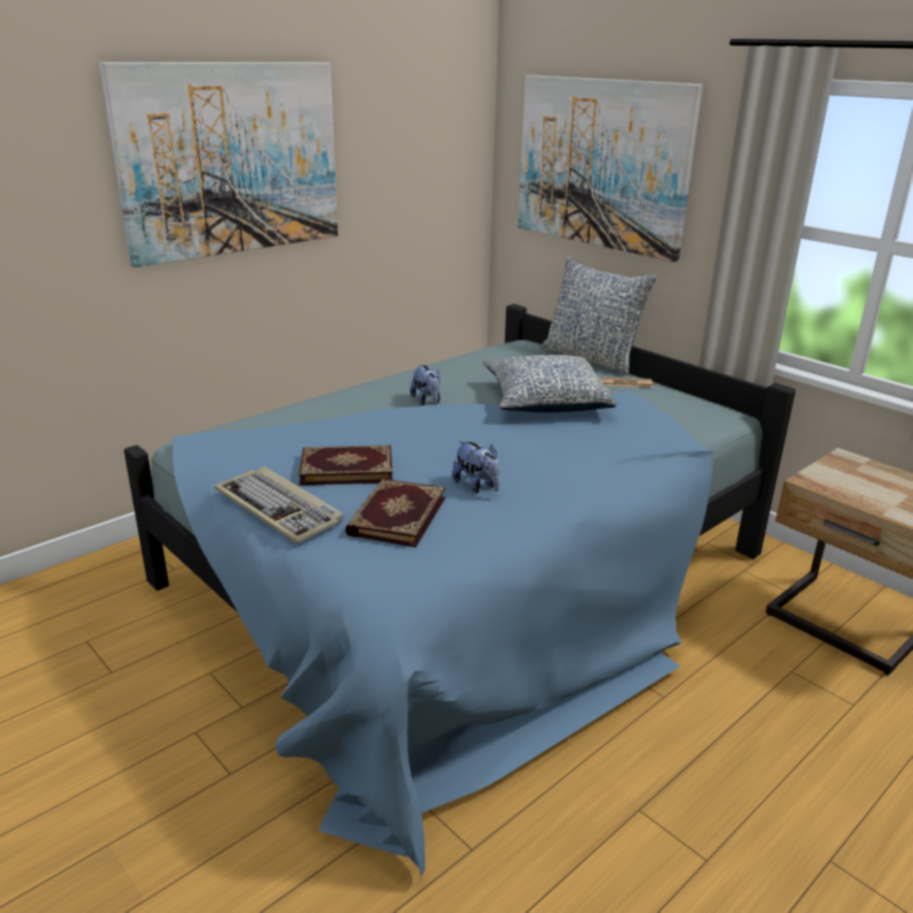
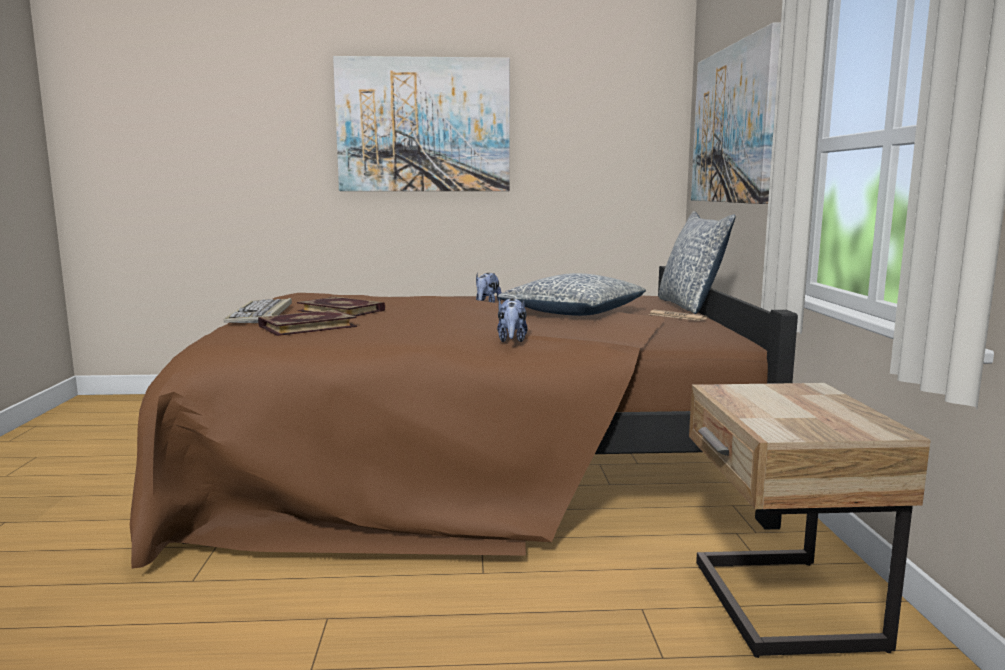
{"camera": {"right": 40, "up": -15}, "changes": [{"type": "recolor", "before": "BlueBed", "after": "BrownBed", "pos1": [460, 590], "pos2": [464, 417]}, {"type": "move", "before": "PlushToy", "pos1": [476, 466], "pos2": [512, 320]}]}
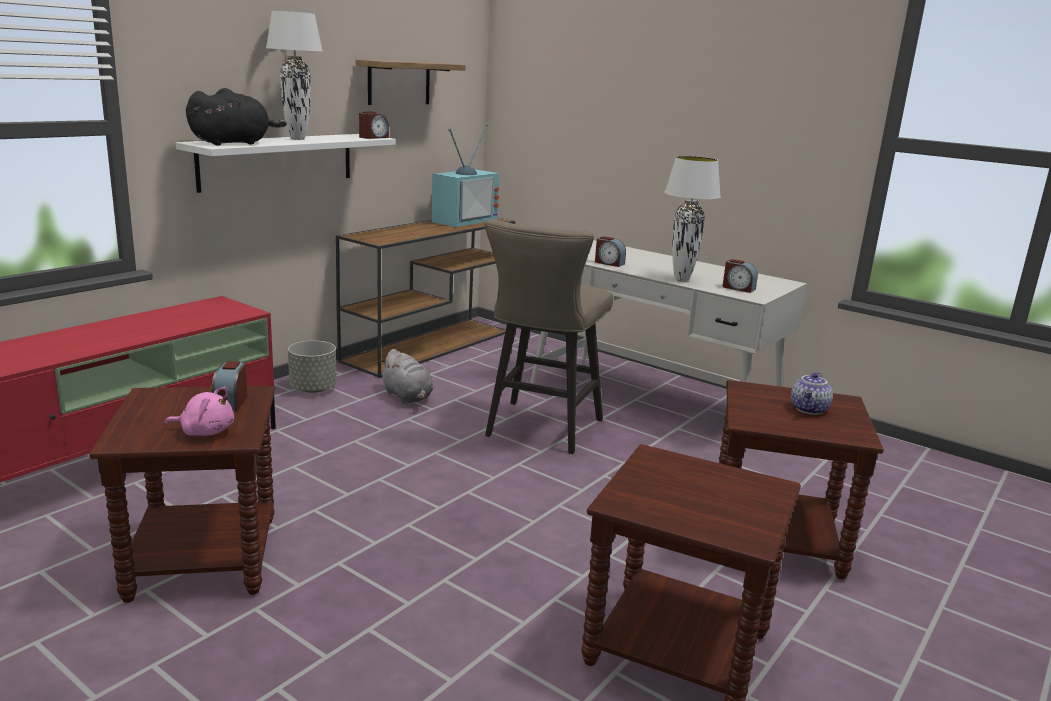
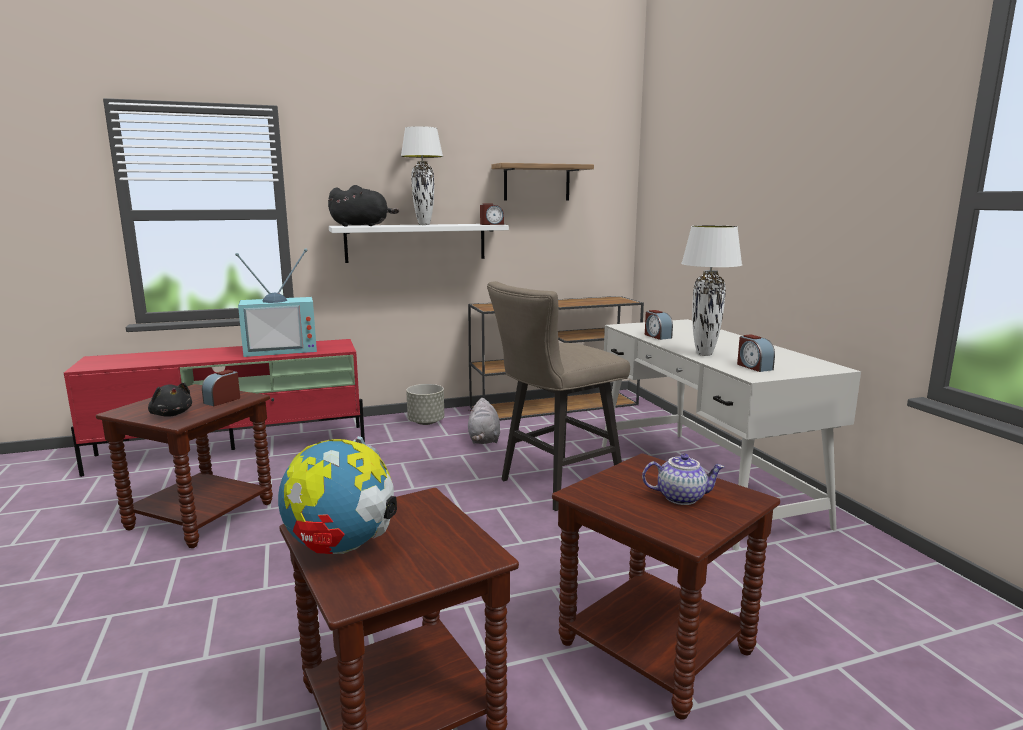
{"camera": {"right": 35, "up": -5}, "changes": [{"type": "recolor", "before": "PinkPlushToy", "after": "BlackPlushToy", "pos1": [199, 411], "pos2": [170, 400]}, {"type": "move", "before": "Television", "pos1": [466, 175], "pos2": [276, 302]}, {"type": "insert", "after": "Globe", "pos2": [337, 495]}, {"type": "rotate", "before": "Teapot", "pos1": [812, 393], "pos2": [683, 479], "turn": -150}]}
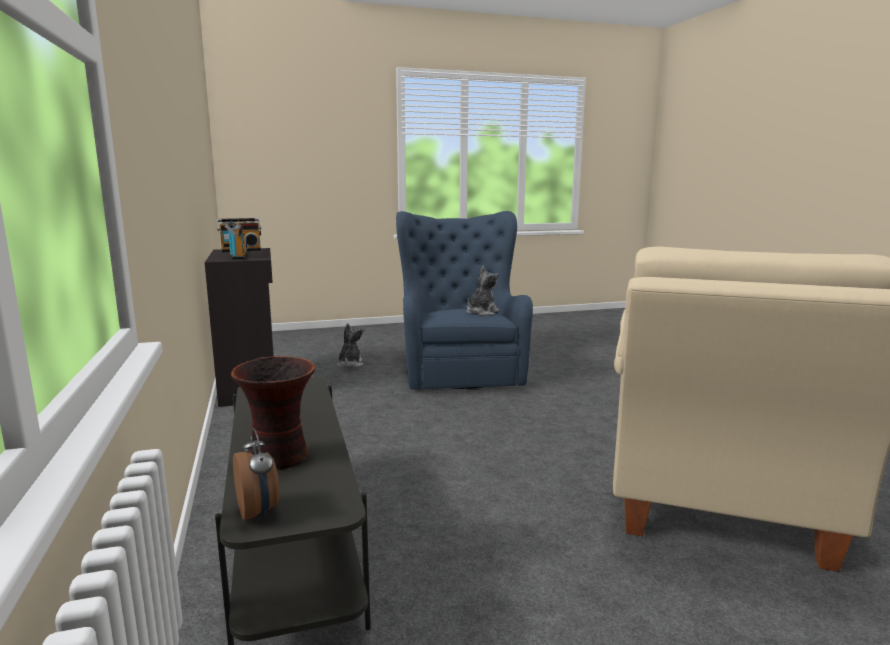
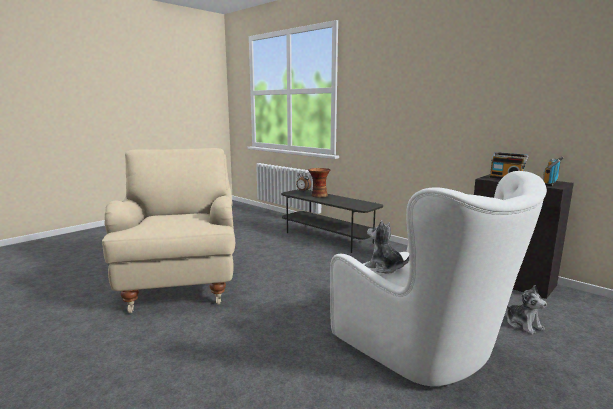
{"camera": {"right": 150, "up": 0}, "changes": [{"type": "recolor", "before": "BlueArmchair", "after": "WhiteArmchair", "pos1": [464, 300], "pos2": [438, 278]}, {"type": "rotate", "before": "PlushToy", "pos1": [483, 291], "pos2": [387, 246], "turn": 120}]}
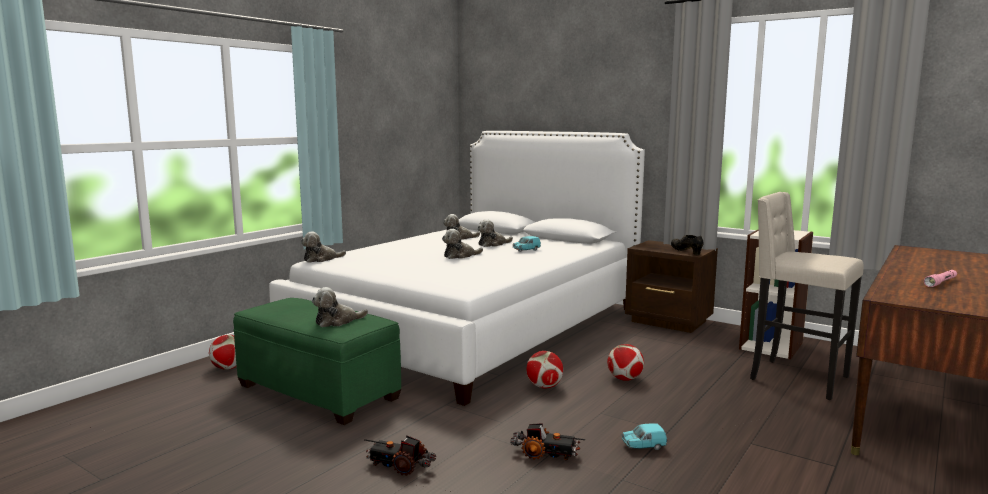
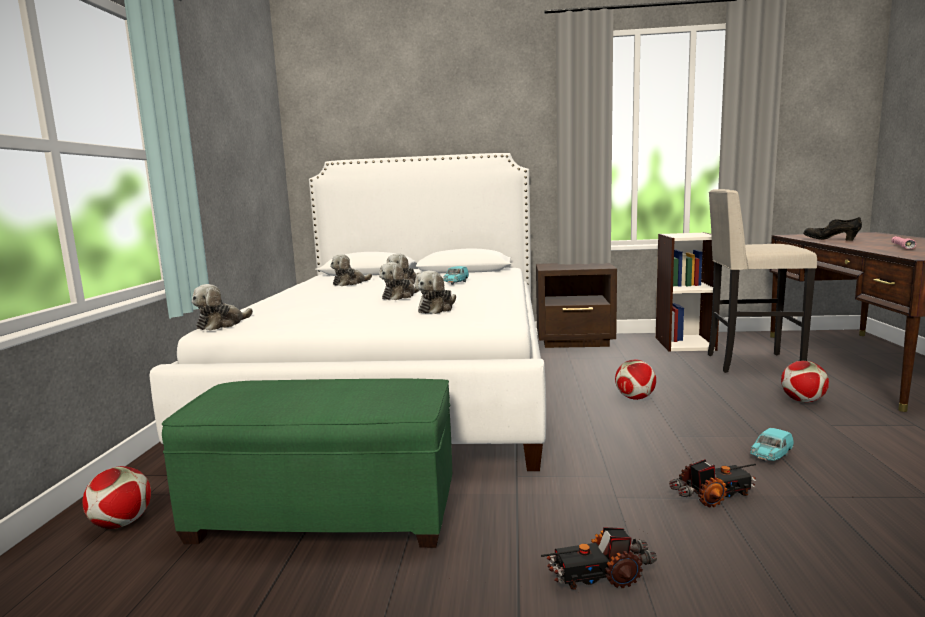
{"camera": {"right": -30, "up": 0}, "changes": [{"type": "move", "before": "PlushToy", "pos1": [340, 307], "pos2": [435, 292]}, {"type": "move", "before": "Football", "pos1": [544, 370], "pos2": [805, 381]}, {"type": "move", "before": "BlackShoe", "pos1": [687, 245], "pos2": [832, 229]}]}
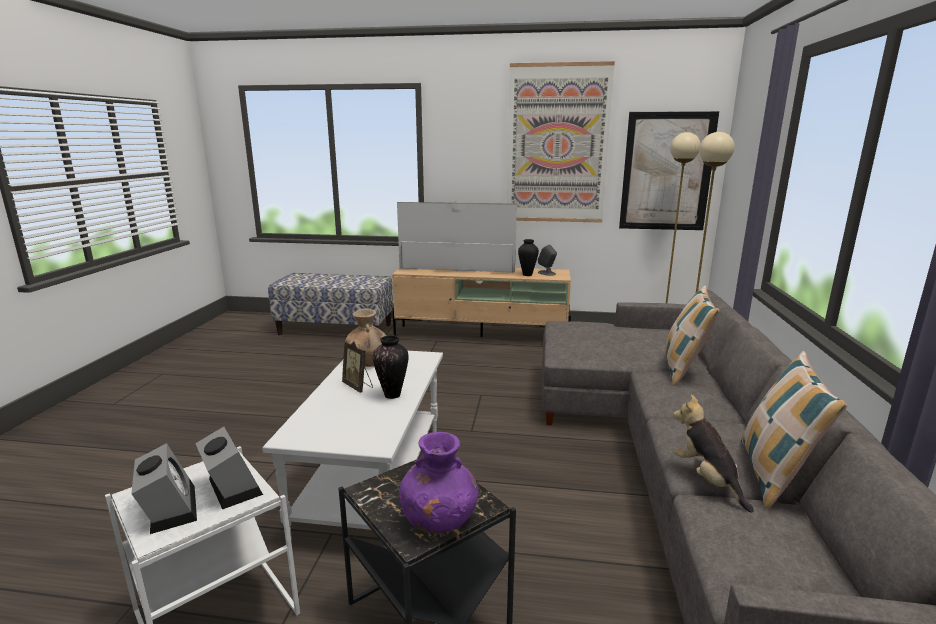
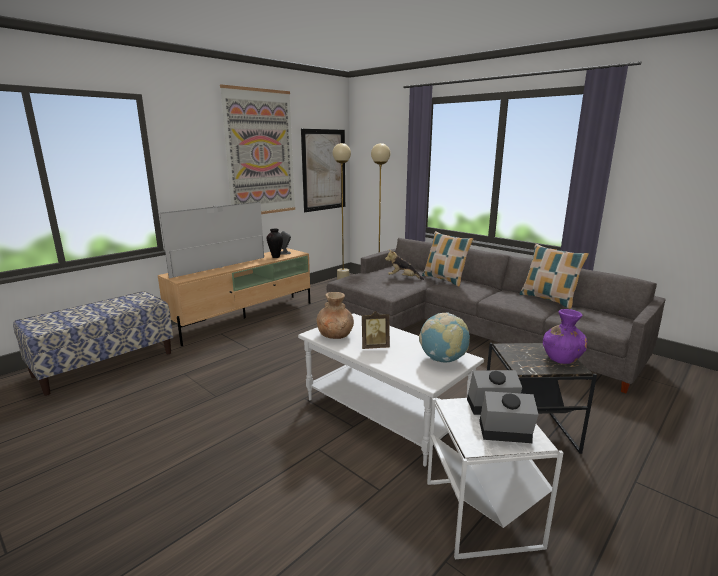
{"camera": {"right": -55, "up": 0}, "changes": [{"type": "move", "before": "PlushToy", "pos1": [713, 453], "pos2": [404, 265]}, {"type": "insert", "after": "Globe", "pos2": [444, 338]}, {"type": "delete", "before": "Vase", "pos1": [391, 367]}]}
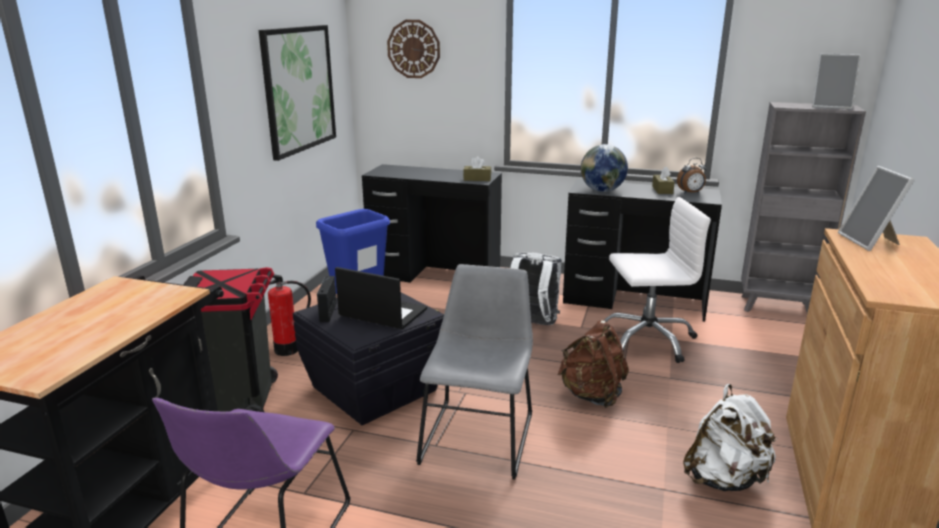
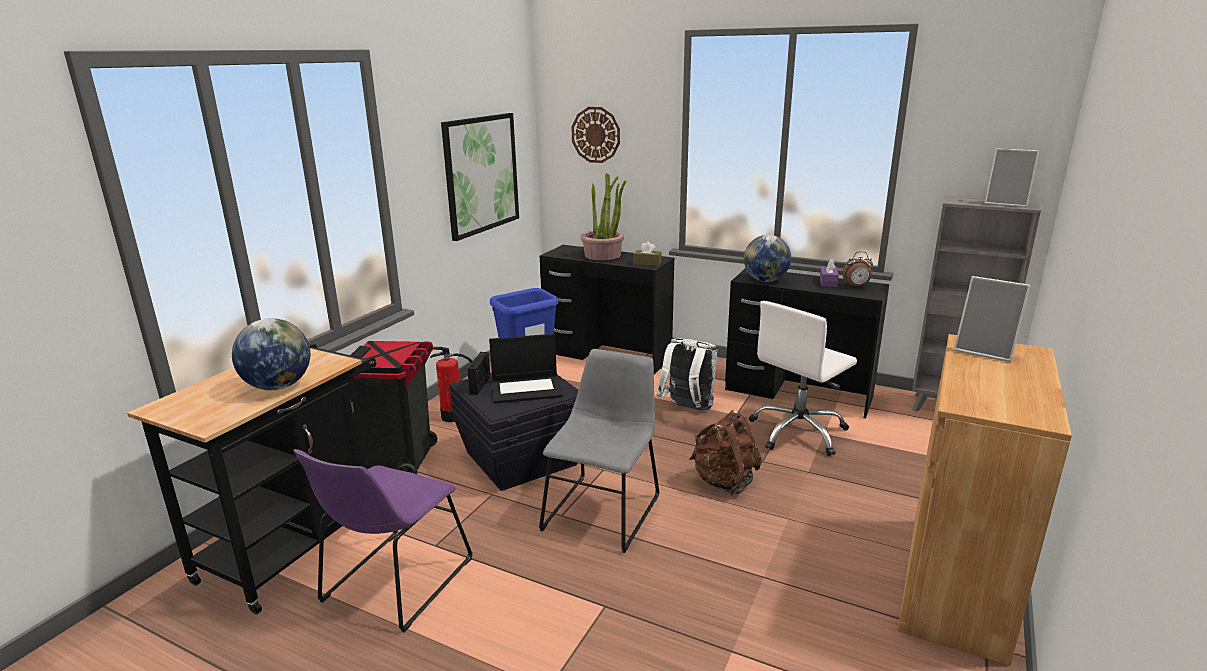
{"camera": {"right": 10, "up": 0}, "changes": [{"type": "insert", "after": "Globe", "pos2": [271, 354]}, {"type": "rotate", "before": "Laptop", "pos1": [381, 298], "pos2": [526, 369], "turn": 135}, {"type": "insert", "after": "PottedPlant", "pos2": [603, 216]}, {"type": "rotate", "before": "WhiteOfficeChair", "pos1": [657, 280], "pos2": [803, 378], "turn": 135}, {"type": "recolor", "before": "BrownTissueBox", "after": "PurpleTissueBox", "pos1": [663, 180], "pos2": [829, 273]}, {"type": "rotate", "before": "PictureFrame", "pos1": [876, 208], "pos2": [992, 319], "turn": -60}, {"type": "delete", "before": "WhiteBackpack", "pos1": [730, 437]}]}
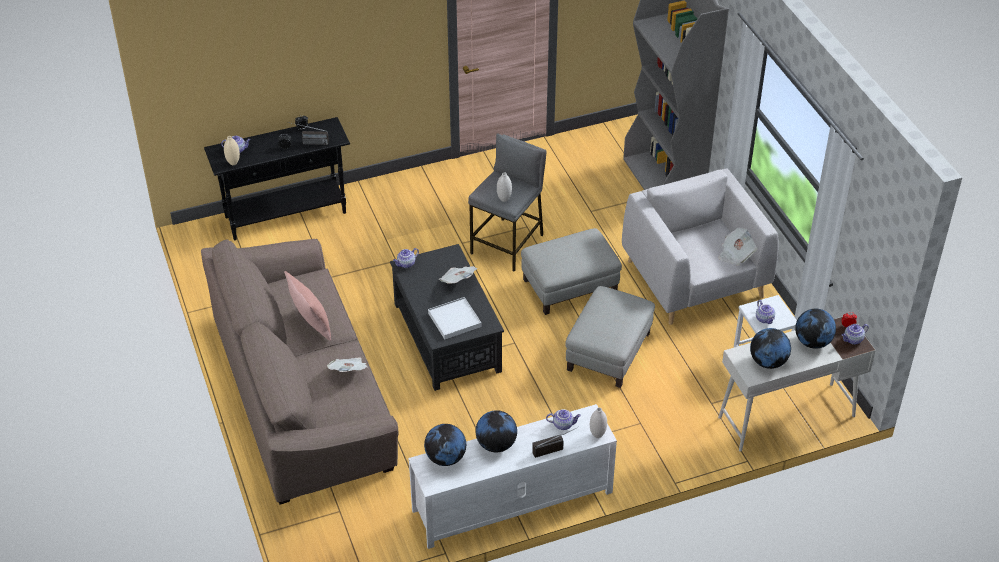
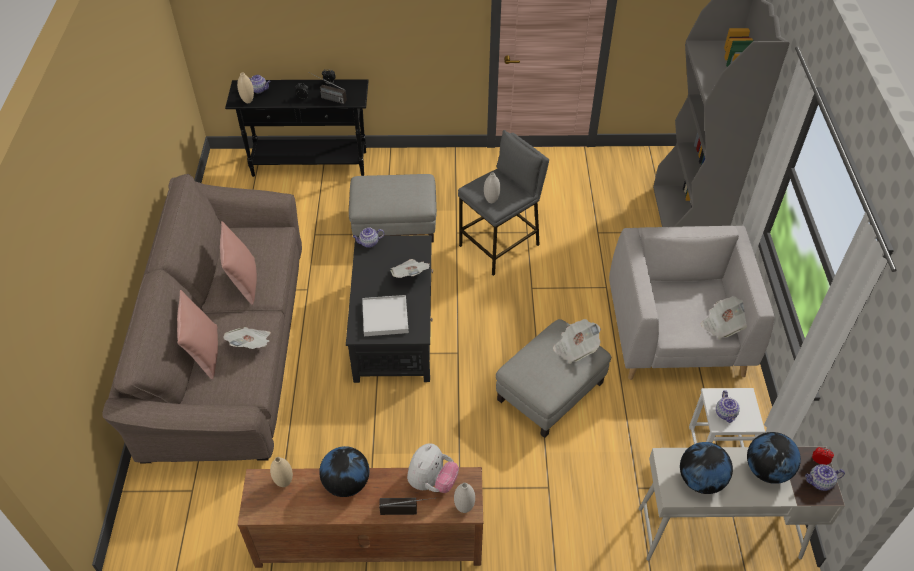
{"camera": {"right": 20, "up": 5}, "changes": [{"type": "insert", "after": "PinkPillow", "pos2": [197, 334]}, {"type": "recolor", "before": "WhiteTvStand", "after": "BrownTvStand", "pos1": [513, 476], "pos2": [360, 517]}, {"type": "replace", "before": "Globe", "after": "BeigeVase", "pos1": [445, 445], "pos2": [281, 472]}, {"type": "move", "before": "GreyOttoman", "pos1": [571, 271], "pos2": [393, 208]}, {"type": "replace", "before": "Teapot", "after": "PlushToy", "pos1": [563, 419], "pos2": [433, 468]}, {"type": "insert", "after": "Newspaper", "pos2": [577, 341]}]}
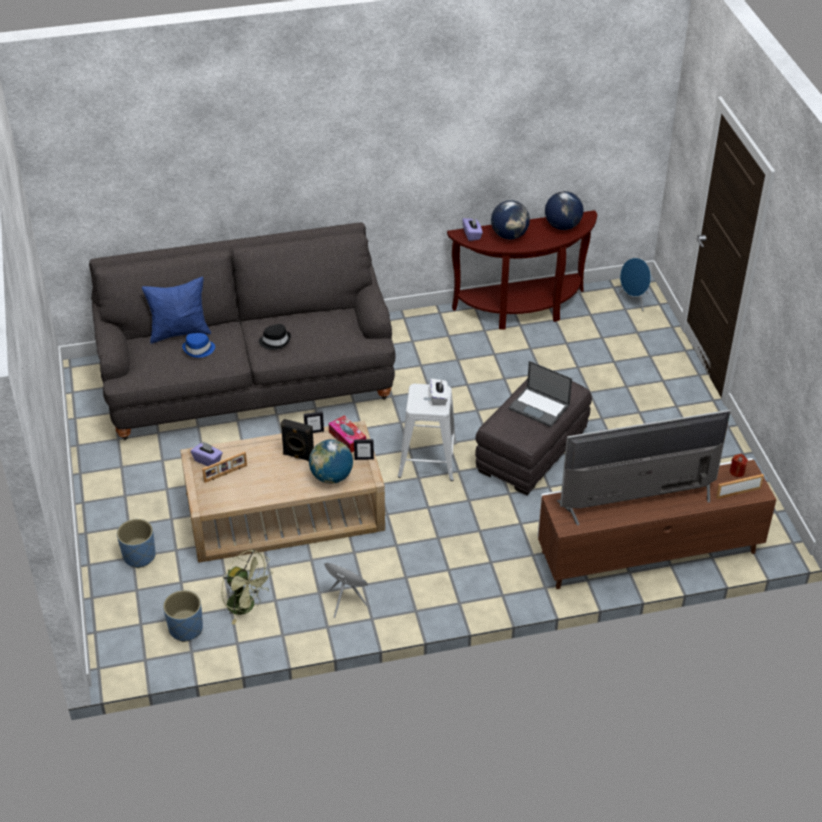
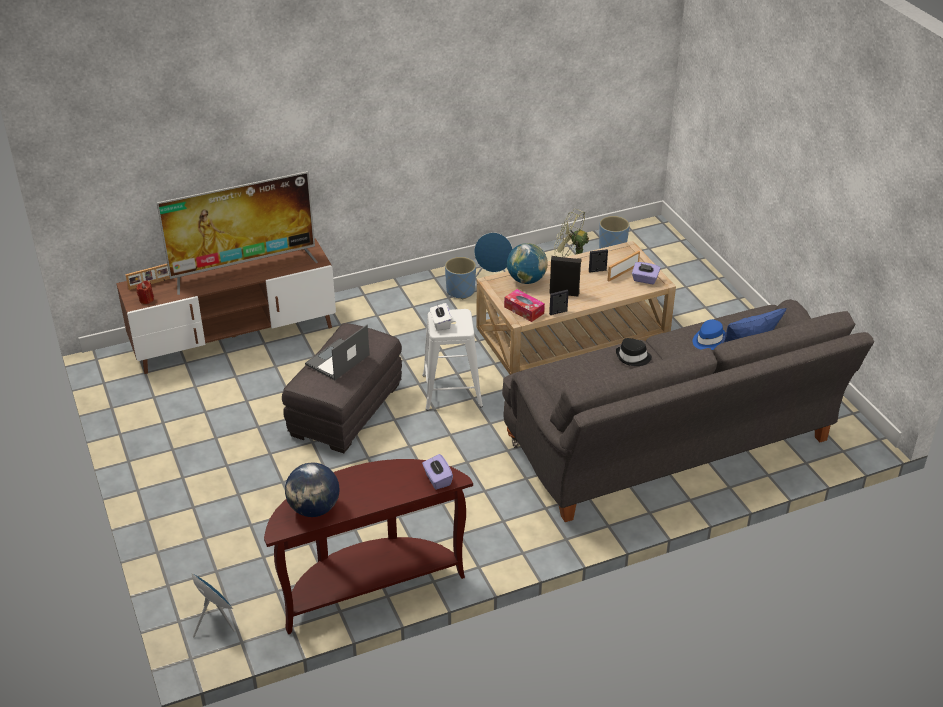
{"camera": {"right": 170, "up": -5}, "changes": [{"type": "rotate", "before": "Laptop", "pos1": [540, 394], "pos2": [337, 352], "turn": -75}, {"type": "move", "before": "BluePlanter", "pos1": [136, 543], "pos2": [460, 278]}, {"type": "move", "before": "PictureFrame", "pos1": [364, 449], "pos2": [598, 261]}, {"type": "delete", "before": "Globe", "pos1": [510, 219]}]}
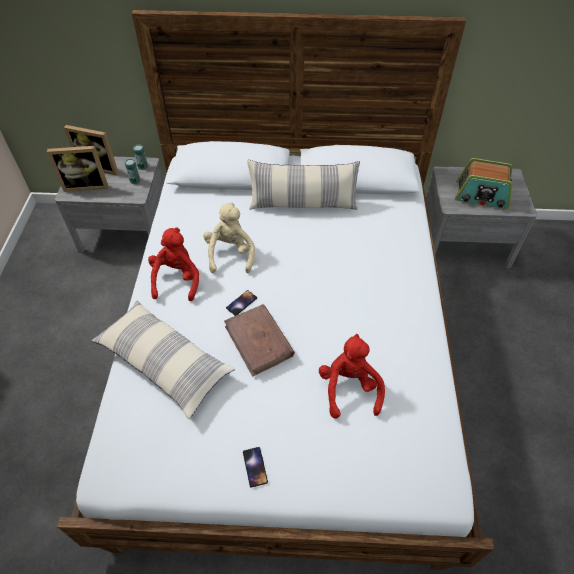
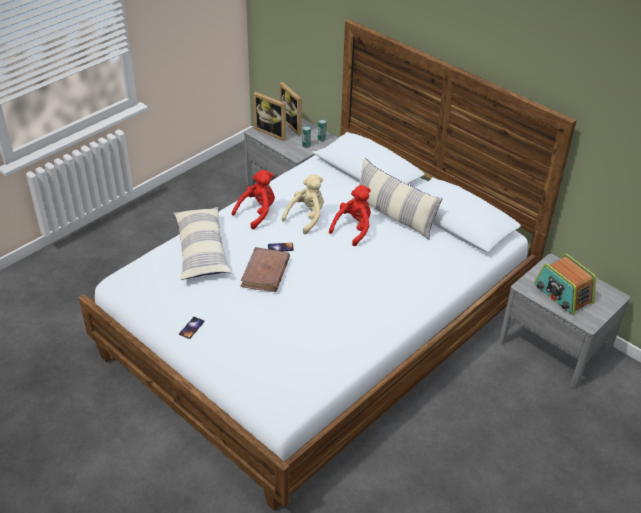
{"camera": {"right": 40, "up": -10}, "changes": [{"type": "move", "before": "RedPlushToy", "pos1": [352, 376], "pos2": [350, 215]}]}
